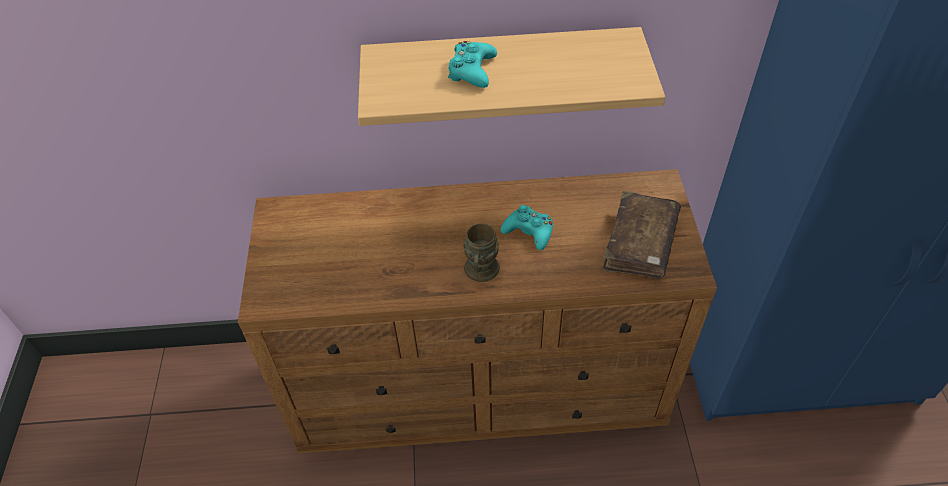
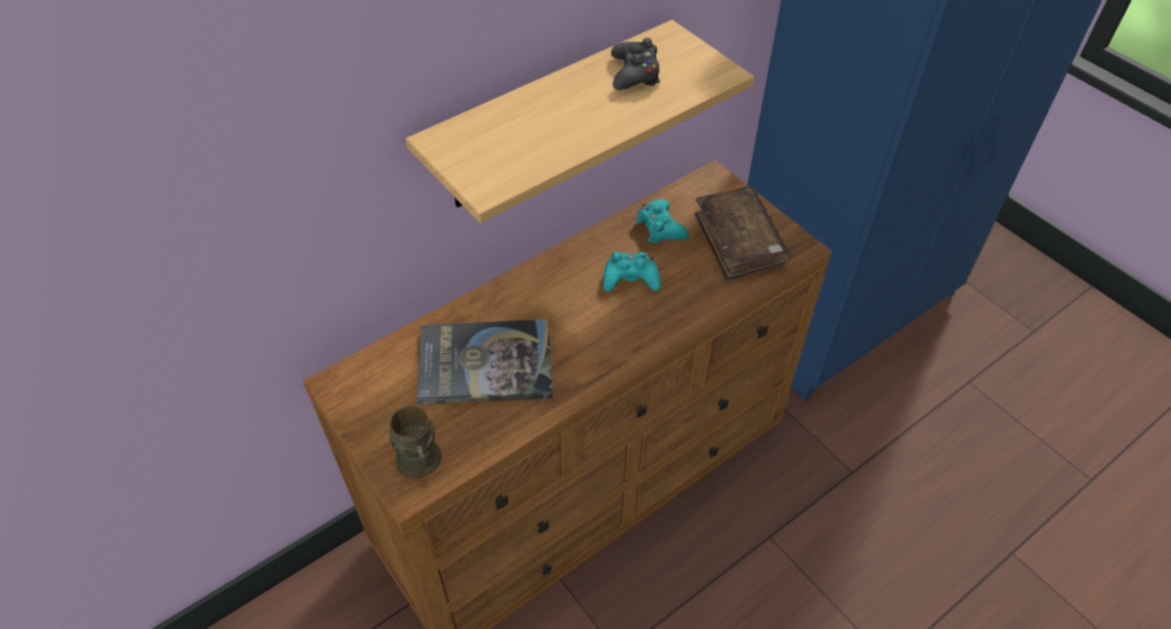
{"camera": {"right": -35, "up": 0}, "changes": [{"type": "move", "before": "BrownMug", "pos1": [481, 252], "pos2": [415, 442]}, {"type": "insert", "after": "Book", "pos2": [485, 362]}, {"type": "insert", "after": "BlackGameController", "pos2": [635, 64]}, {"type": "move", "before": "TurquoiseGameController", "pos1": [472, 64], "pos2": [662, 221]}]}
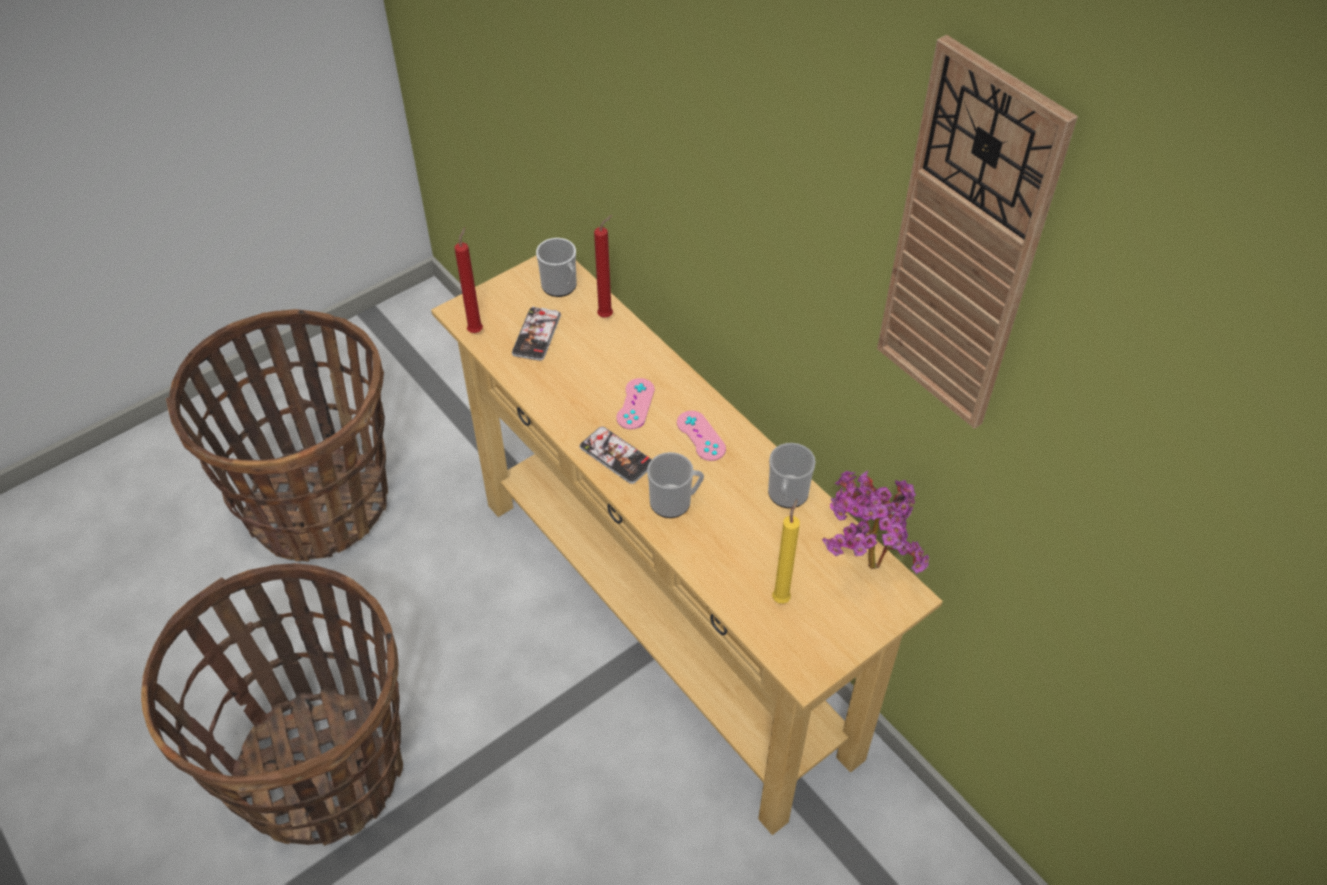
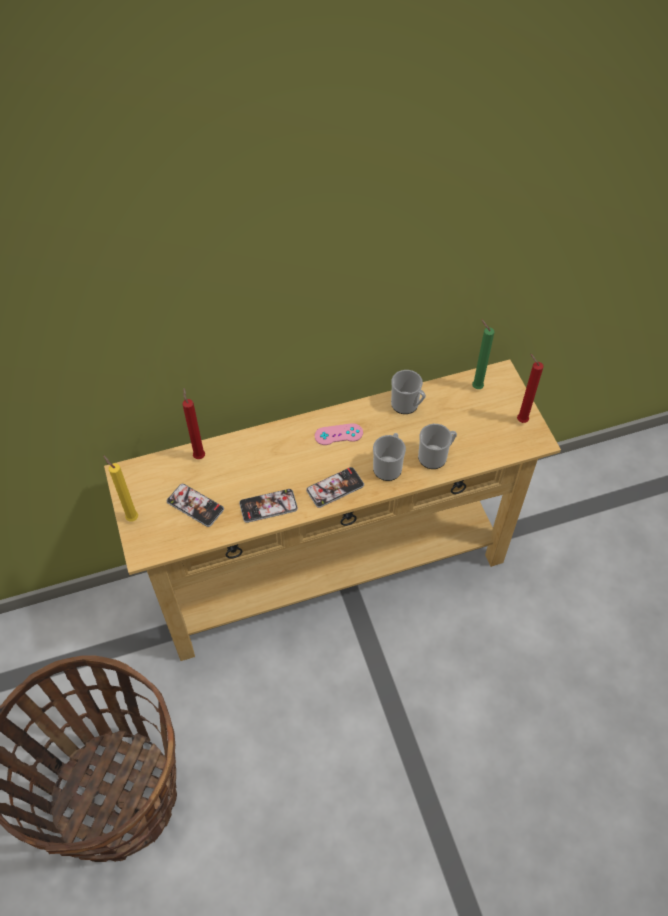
{"camera": {"right": -70, "up": 5}, "changes": [{"type": "move", "before": "YellowCandle", "pos1": [786, 551], "pos2": [120, 488]}, {"type": "insert", "after": "Phone", "pos2": [268, 506]}, {"type": "move", "before": "Mug", "pos1": [556, 267], "pos2": [437, 446]}, {"type": "replace", "before": "PottedPlant", "after": "GreenCandle", "pos1": [875, 522], "pos2": [483, 354]}, {"type": "move", "before": "RedCandle", "pos1": [468, 280], "pos2": [530, 388]}, {"type": "delete", "before": "Basket", "pos1": [272, 704]}, {"type": "delete", "before": "PinkGameController", "pos1": [635, 404]}, {"type": "delete", "before": "WallClock", "pos1": [977, 232]}]}
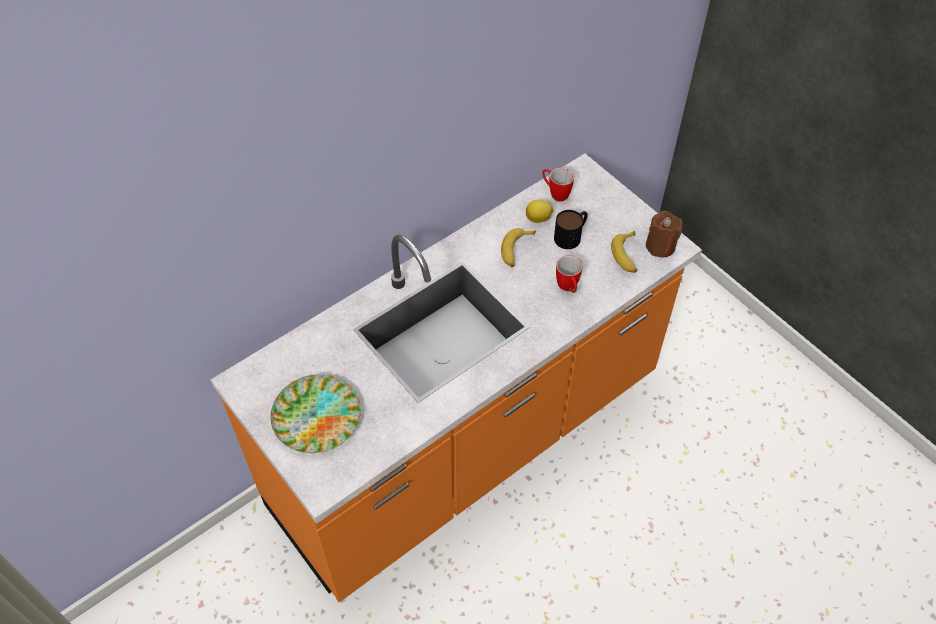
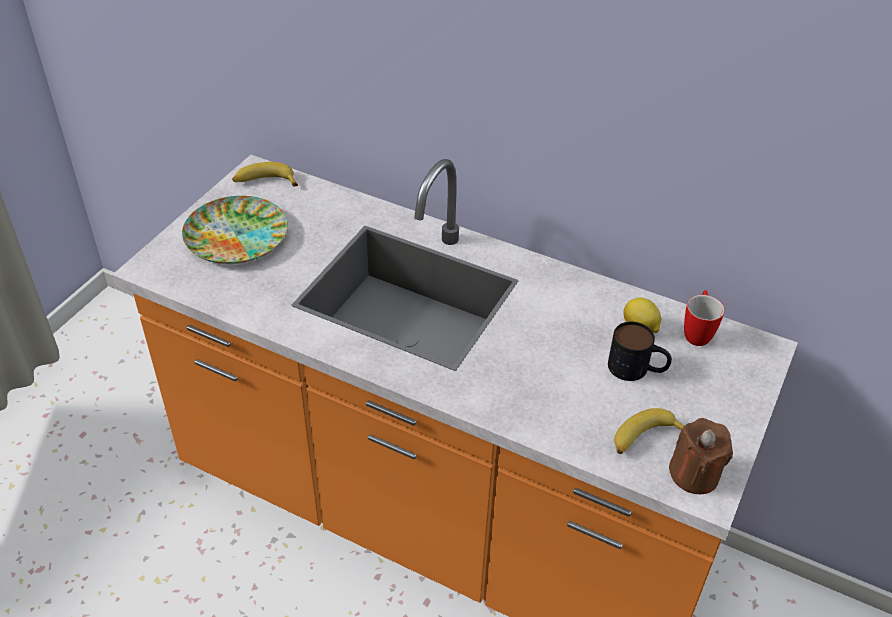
{"camera": {"right": 65, "up": -10}, "changes": [{"type": "move", "before": "Banana", "pos1": [518, 247], "pos2": [265, 174]}, {"type": "delete", "before": "Mug", "pos1": [569, 274]}]}
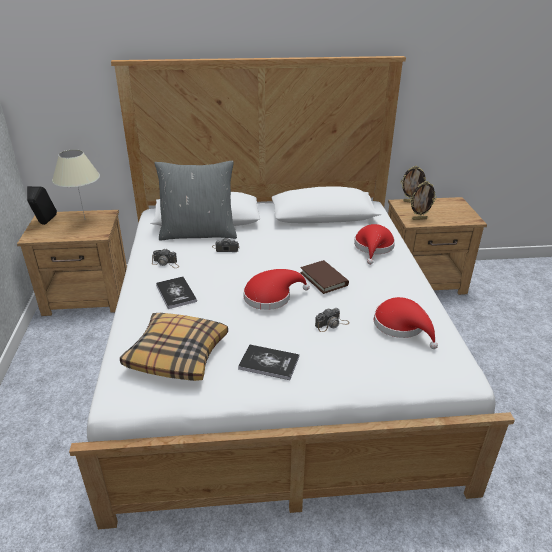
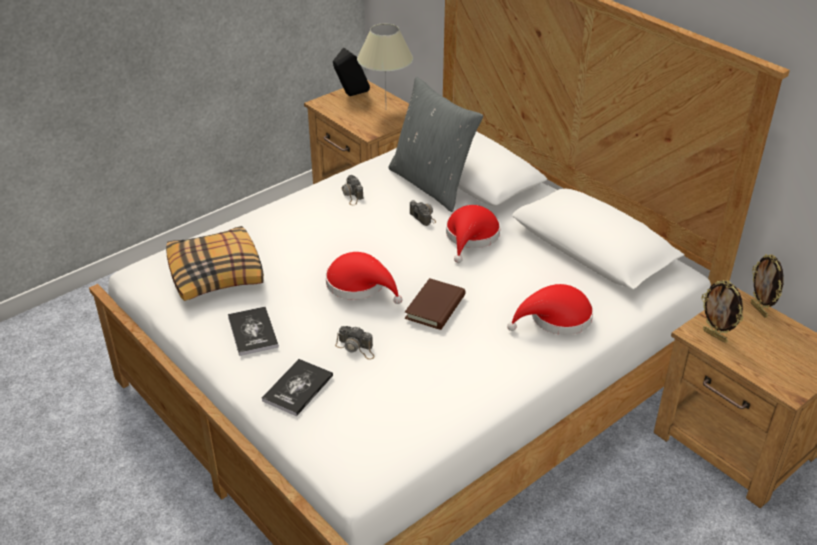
{"camera": {"right": 55, "up": 5}, "changes": [{"type": "move", "before": "Book", "pos1": [176, 292], "pos2": [297, 387]}, {"type": "move", "before": "RedHat", "pos1": [406, 323], "pos2": [473, 234]}]}
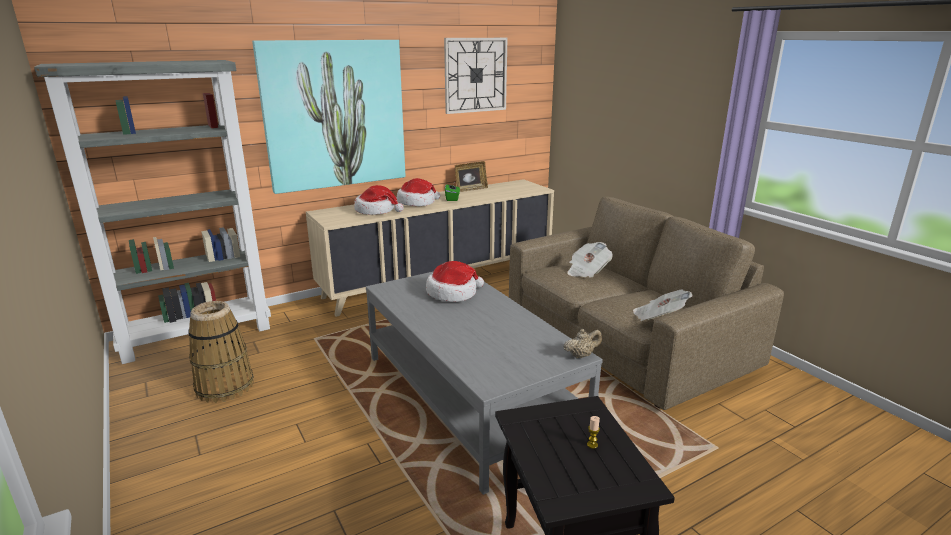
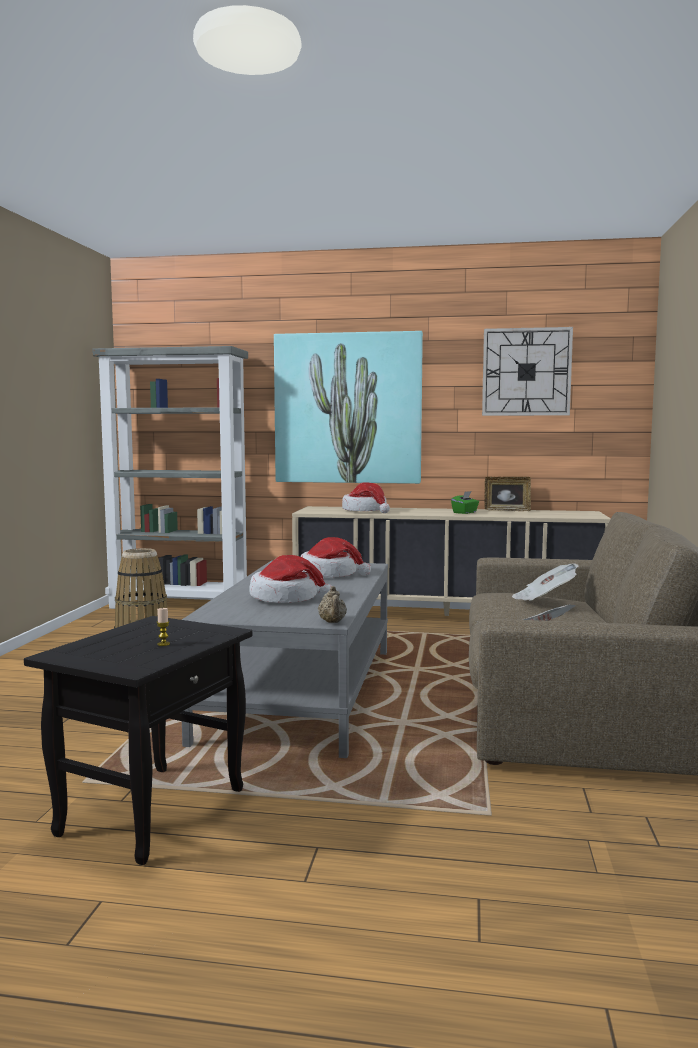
{"camera": {"right": 40, "up": -15}, "changes": [{"type": "move", "before": "Hat", "pos1": [418, 192], "pos2": [290, 579]}, {"type": "rotate", "before": "BeigeTeapot", "pos1": [583, 343], "pos2": [332, 604], "turn": 60}]}
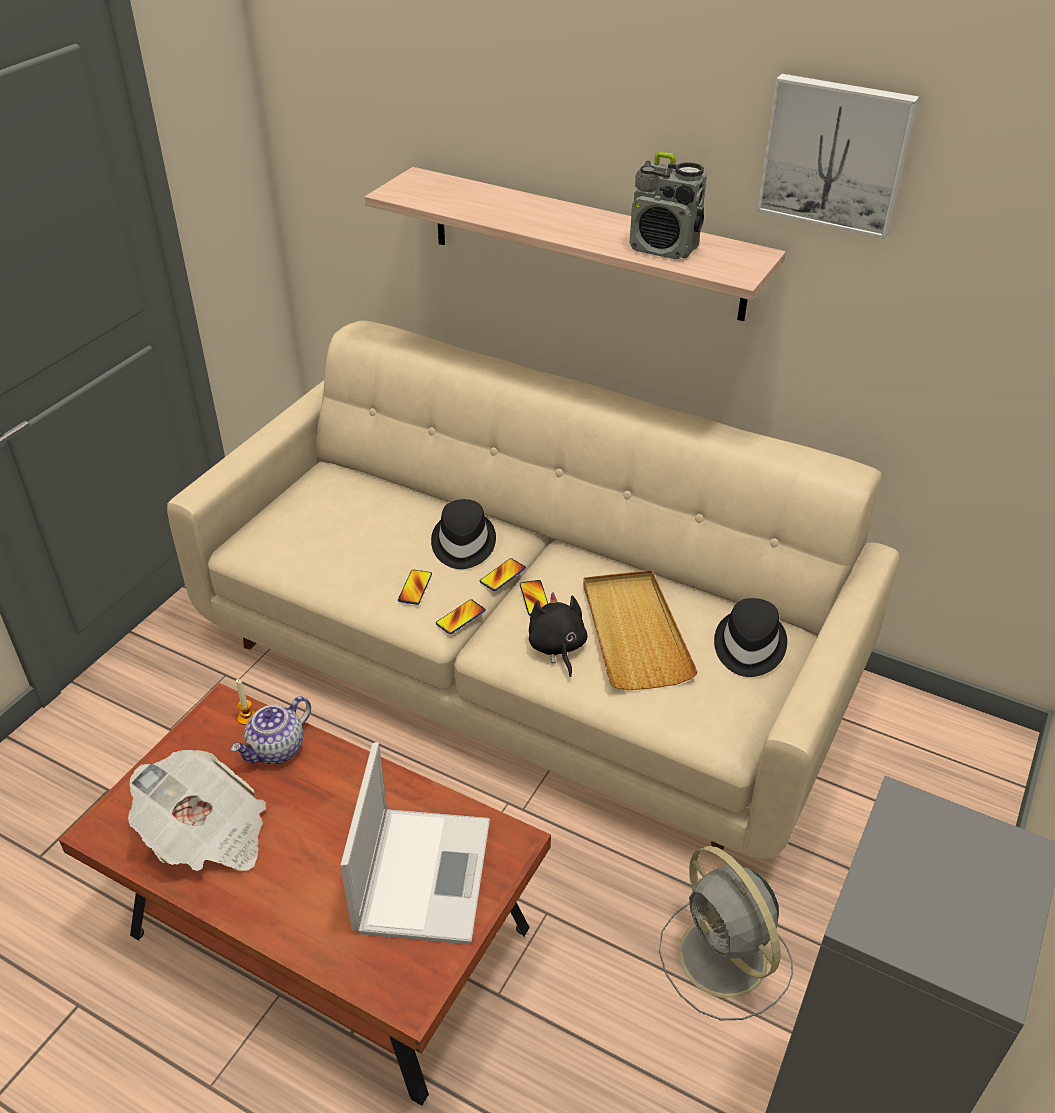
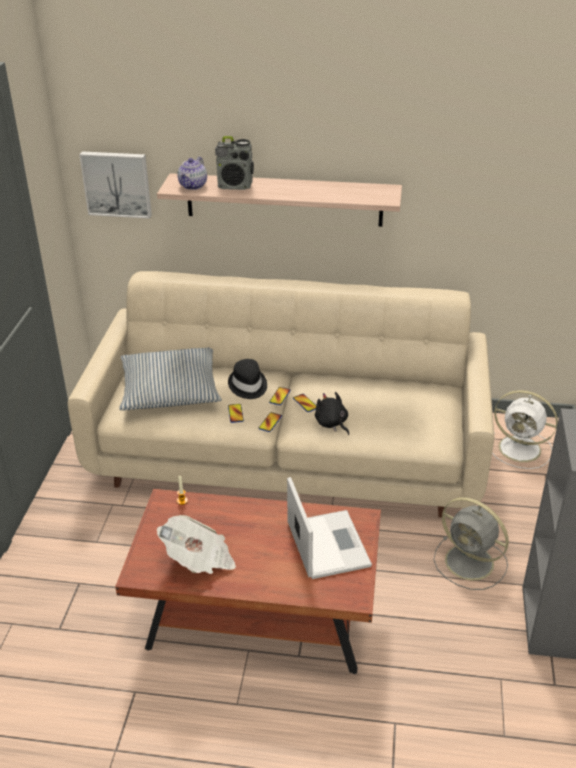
{"camera": {"right": -20, "up": -5}, "changes": [{"type": "move", "before": "Picture", "pos1": [838, 156], "pos2": [115, 185]}, {"type": "insert", "after": "Pillow", "pos2": [170, 379]}, {"type": "move", "before": "Teapot", "pos1": [271, 730], "pos2": [192, 173]}, {"type": "move", "before": "Radio", "pos1": [668, 205], "pos2": [234, 163]}, {"type": "insert", "after": "WhiteFan", "pos2": [525, 429]}, {"type": "delete", "before": "BeigeTray", "pos1": [640, 630]}, {"type": "delete", "before": "BlackHat", "pos1": [750, 637]}]}
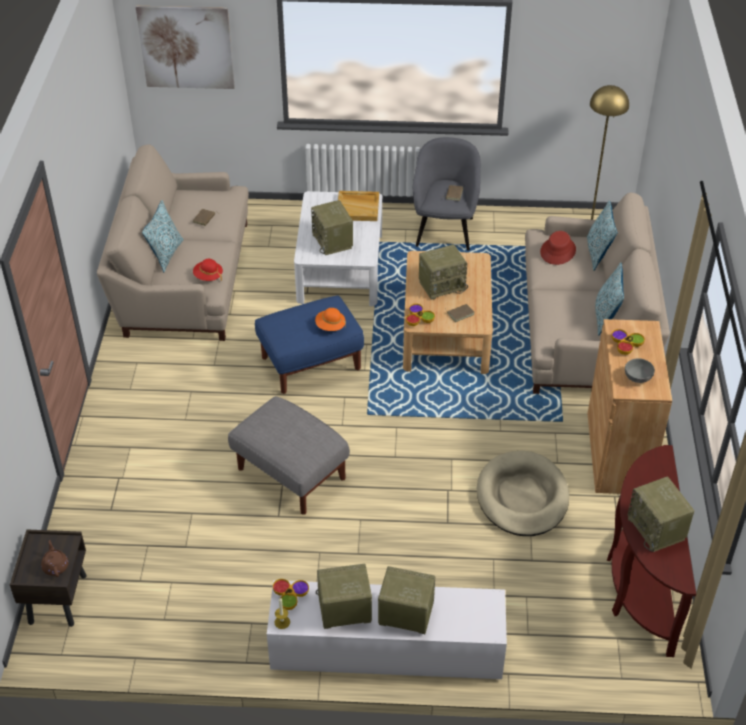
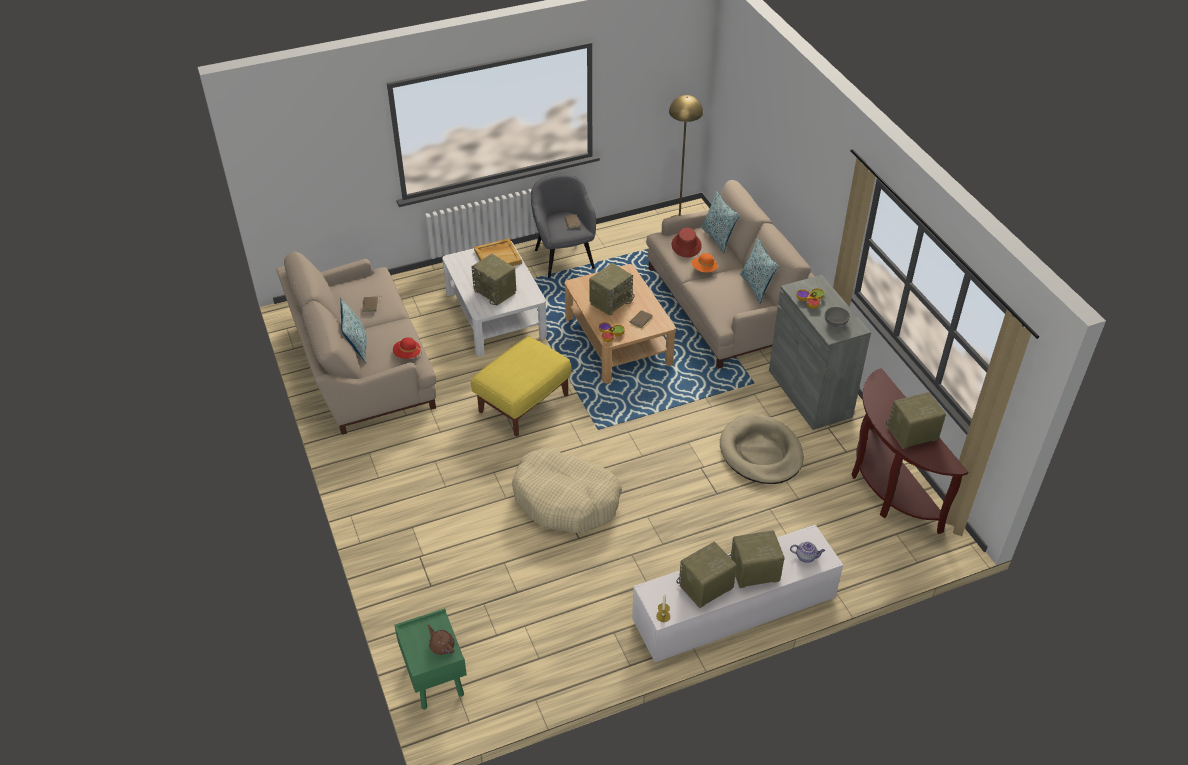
{"camera": {"right": -25, "up": 0}, "changes": [{"type": "recolor", "before": "BrownNightstand", "after": "GreenNightstand", "pos1": [48, 578], "pos2": [430, 659]}, {"type": "recolor", "before": "BlueOttoman", "after": "YellowOttoman", "pos1": [309, 344], "pos2": [521, 386]}, {"type": "replace", "before": "GreyOttoman", "after": "BeigeDogBed", "pos1": [289, 455], "pos2": [567, 490]}, {"type": "move", "before": "OrangeHat", "pos1": [330, 319], "pos2": [705, 262]}, {"type": "recolor", "before": "BrownCabinet", "after": "GreyCabinet", "pos1": [629, 406], "pos2": [820, 352]}, {"type": "insert", "after": "Teapot", "pos2": [807, 552]}, {"type": "rotate", "before": "Radio", "pos1": [661, 514], "pos2": [916, 420], "turn": 120}, {"type": "delete", "before": "Picture", "pos1": [185, 47]}, {"type": "delete", "before": "Bowl", "pos1": [291, 594]}]}
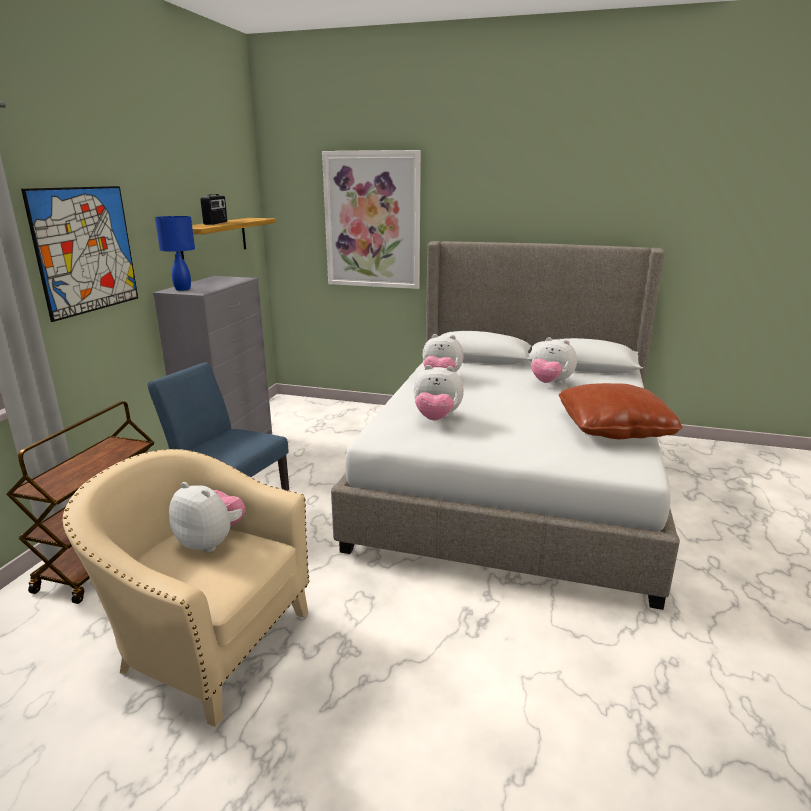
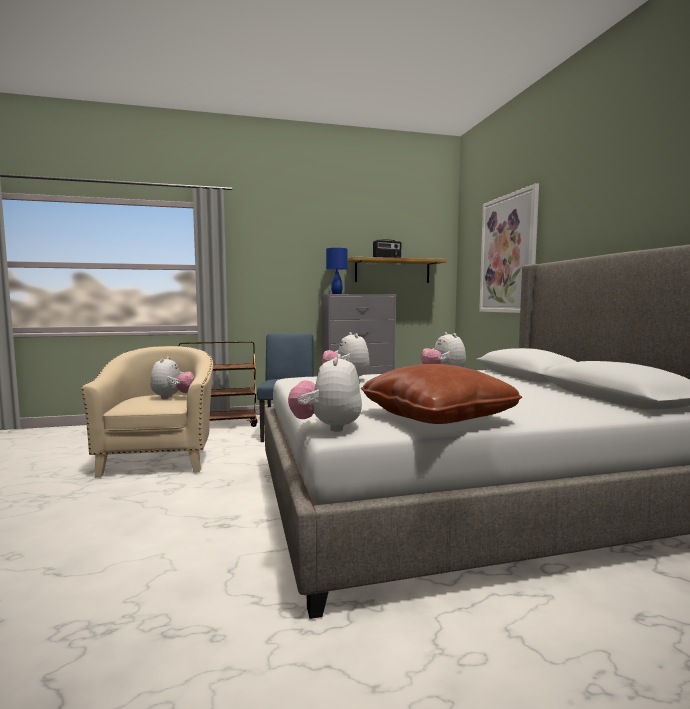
{"camera": {"right": 60, "up": -15}, "changes": [{"type": "move", "before": "PlushToy", "pos1": [554, 360], "pos2": [325, 393]}, {"type": "delete", "before": "Picture", "pos1": [79, 254]}]}
